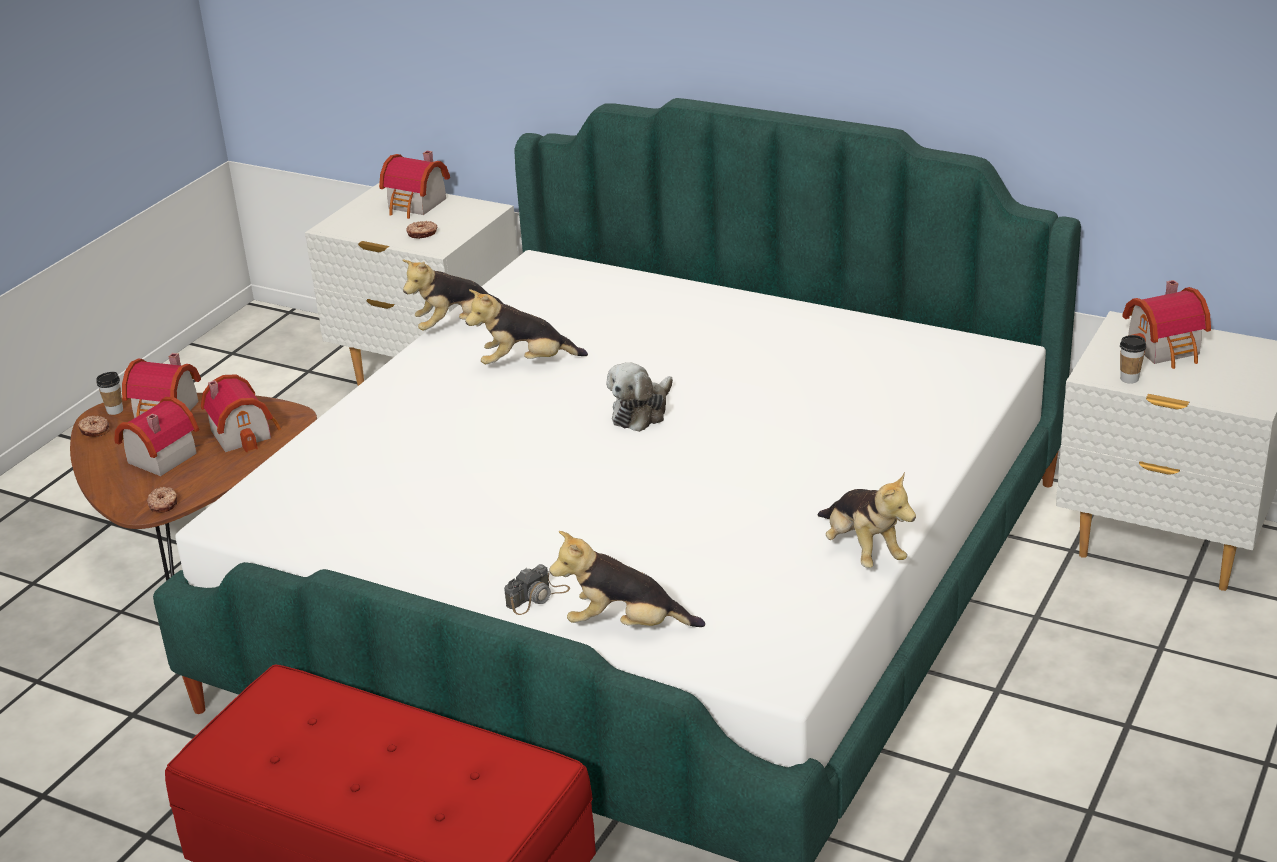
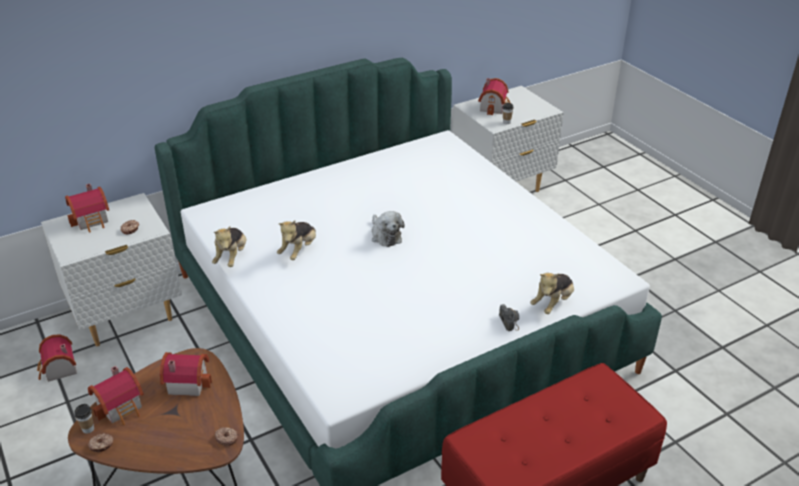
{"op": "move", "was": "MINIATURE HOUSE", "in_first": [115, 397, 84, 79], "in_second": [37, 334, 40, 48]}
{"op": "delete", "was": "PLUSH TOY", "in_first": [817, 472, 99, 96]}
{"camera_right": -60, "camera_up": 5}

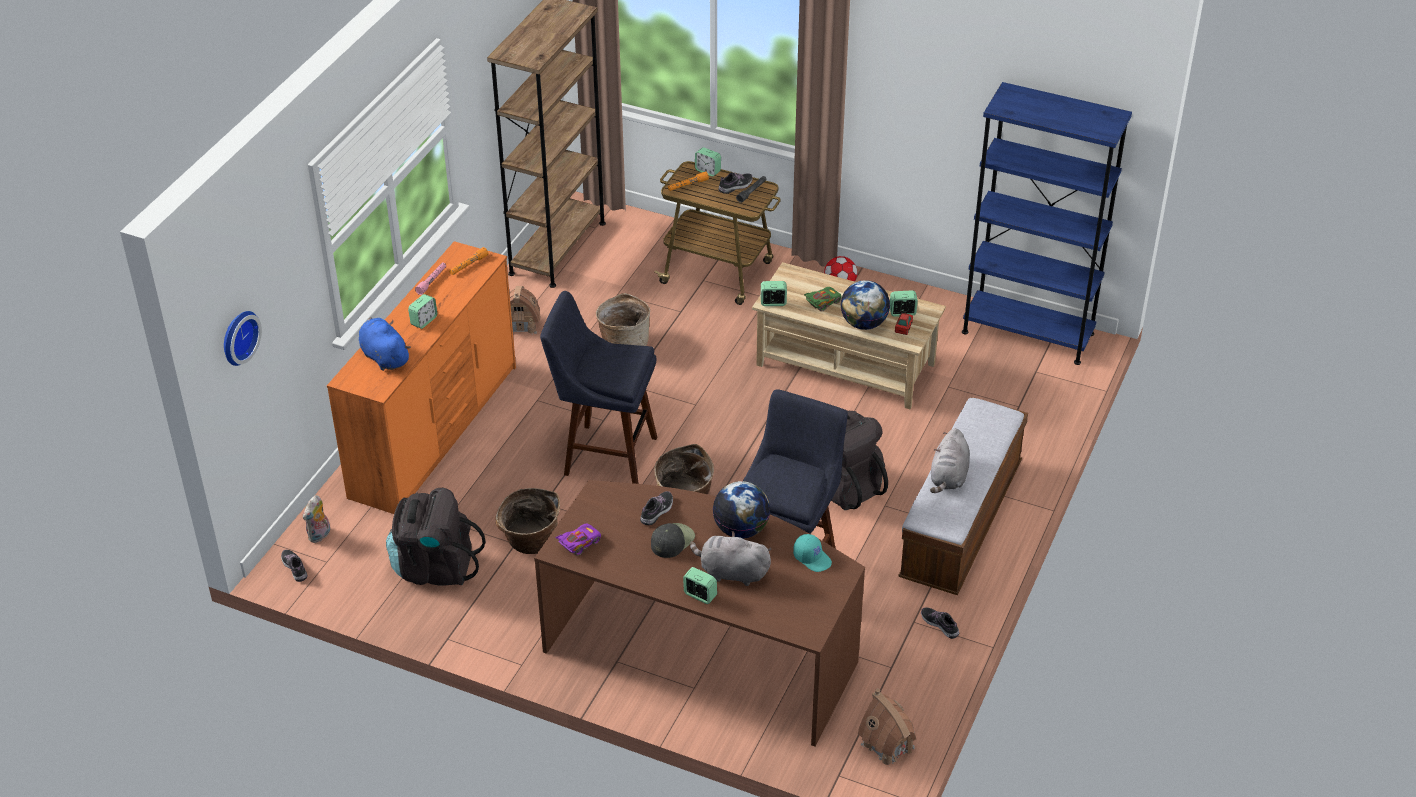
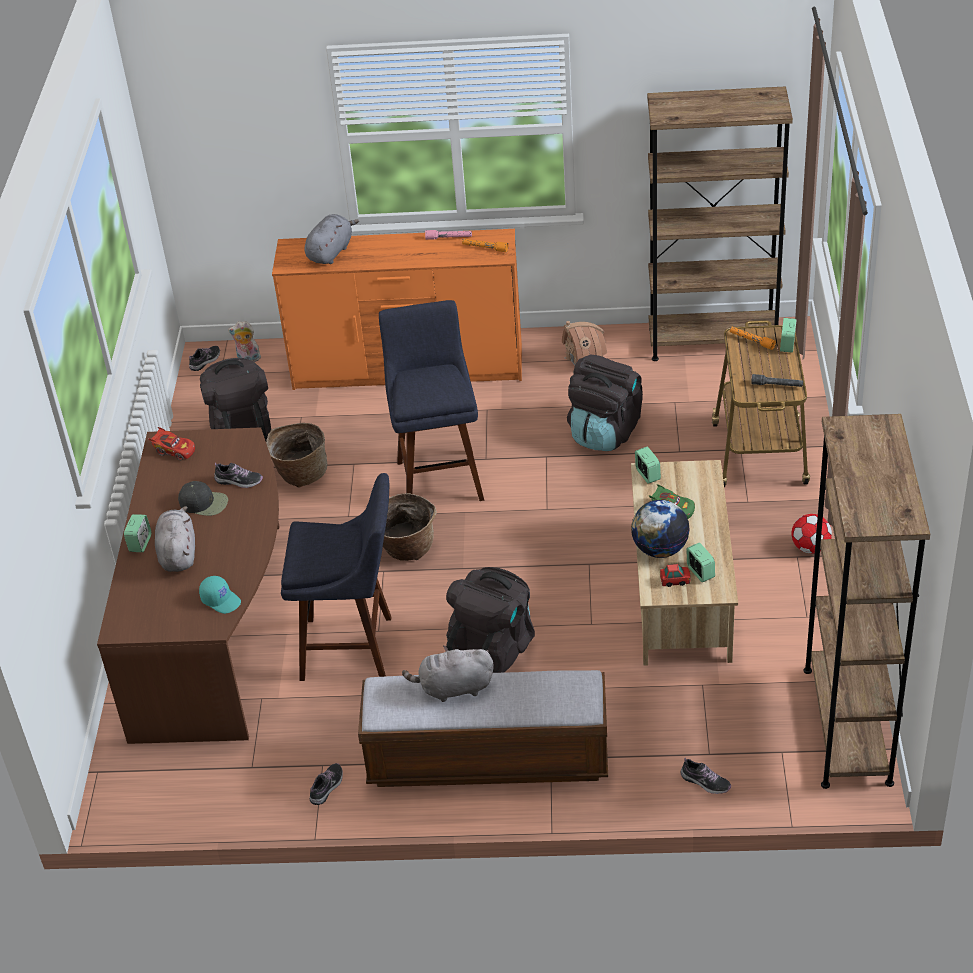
{"op": "recolor", "was": "PURPLE MODEL CAR", "now": "REDDISH MODEL CAR", "in_first": [555, 524, 46, 32], "in_second": [148, 427, 47, 33]}
{"op": "rotate", "was": "TURQUOISE-COLOURED BASEBALL CAP", "in_first": [793, 534, 39, 38], "in_second": [199, 576, 42, 38], "clockwise": -75}
{"op": "recolor", "was": "BLUE-COLOURED PLUSH TOY", "now": "GRAY PLUSH TOY", "in_first": [359, 317, 52, 54], "in_second": [304, 214, 55, 50]}
{"op": "replace", "was": "BASKET", "now": "BLACK-COLOURED RUCKSACK", "in_first": [596, 293, 54, 53], "in_second": [567, 355, 76, 96]}
{"op": "move", "was": "ITEM OF FOOTWEAR", "in_first": [718, 172, 35, 22], "in_second": [681, 757, 50, 37]}
{"op": "recolor", "was": "BLUE-COLOURED SHELVING UNIT", "now": "BROWN-COLOURED SHELVING UNIT", "in_first": [962, 82, 170, 283], "in_second": [803, 414, 127, 375]}
{"op": "delete", "was": "CLOCK ON THE WALL", "in_first": [224, 311, 38, 55]}
{"op": "delete", "was": "BEDSIDE CLOCK", "in_first": [408, 294, 29, 35]}
{"op": "delete", "was": "WORLD GLOBE", "in_first": [713, 481, 57, 58]}
{"op": "delete", "was": "MINIATURE HOUSE", "in_first": [858, 688, 58, 77]}
{"camera_right": 70, "camera_up": 0}

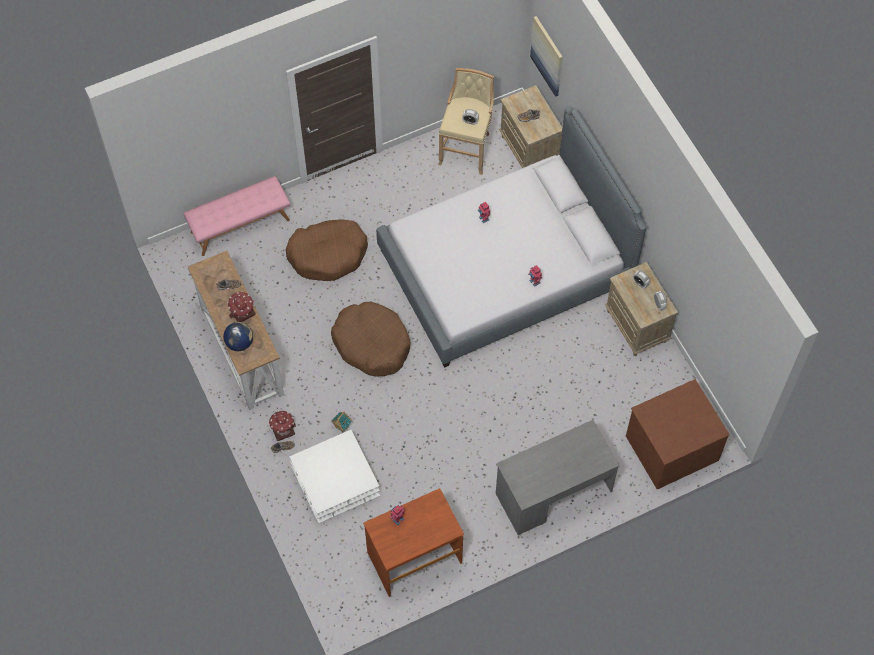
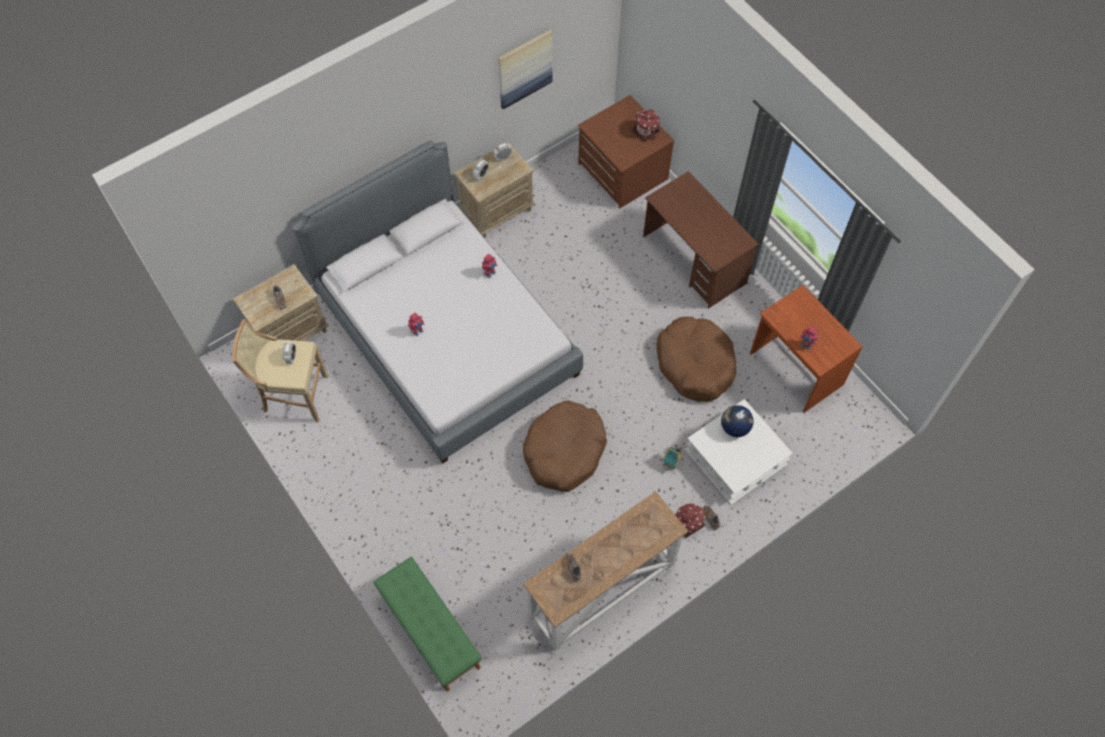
{"op": "recolor", "was": "PINKISH LONG SEAT", "now": "GREEN LONG SEAT", "in_first": [184, 176, 106, 80], "in_second": [373, 557, 109, 135]}
{"op": "move", "was": "WALL ART", "in_first": [530, 16, 32, 81], "in_second": [498, 30, 54, 79]}
{"op": "move", "was": "MINIATURE HOUSE", "in_first": [227, 291, 29, 31], "in_second": [631, 110, 29, 32]}
{"op": "recolor", "was": "GRAY DESK TABLE", "now": "BROWN-COLOURED DESK TABLE", "in_first": [496, 420, 124, 115], "in_second": [643, 171, 116, 137]}
{"op": "move", "was": "BROWN-COLOURED DOG CUSHION", "in_first": [285, 220, 83, 61], "in_second": [656, 317, 80, 85]}
{"op": "move", "was": "WORLD GLOBE", "in_first": [223, 322, 30, 29], "in_second": [721, 405, 33, 32]}
{"camera_right": -100, "camera_up": 0}

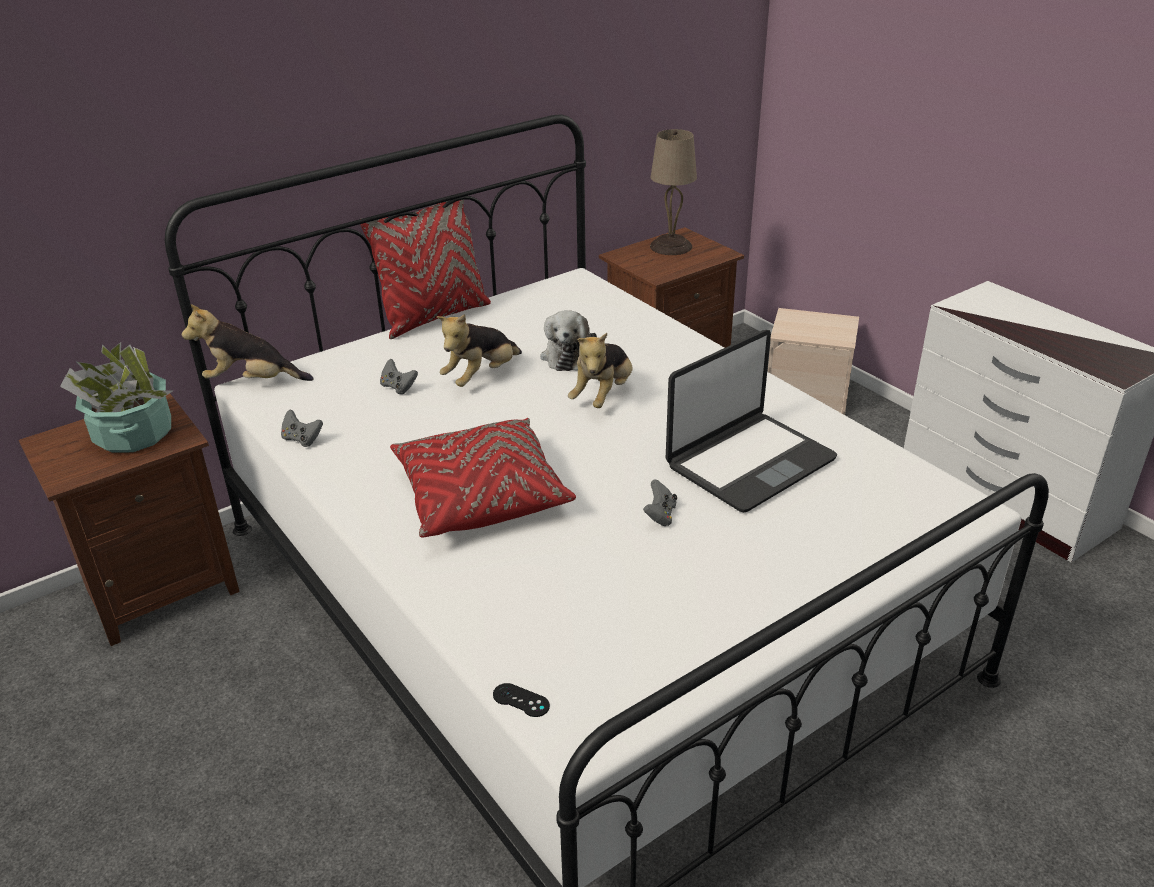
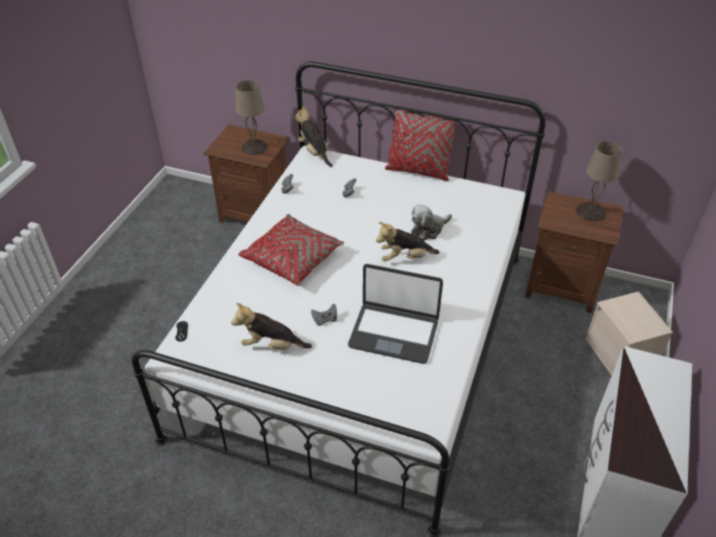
{"op": "move", "was": "PLUSH TOY", "in_first": [437, 314, 85, 73], "in_second": [231, 303, 81, 47]}
{"op": "replace", "was": "PLANT IN A POT", "now": "BEIGE TABLE LAMP", "in_first": [60, 342, 113, 111], "in_second": [236, 80, 32, 75]}
{"camera_right": 55, "camera_up": 10}

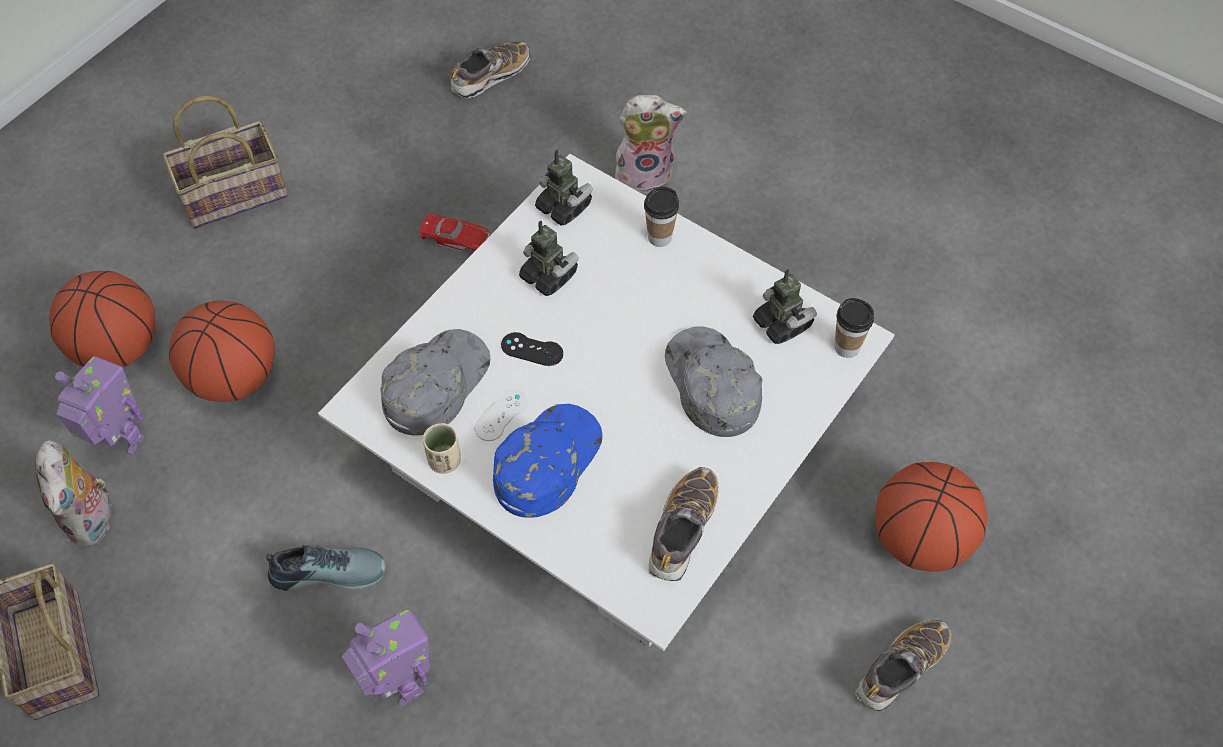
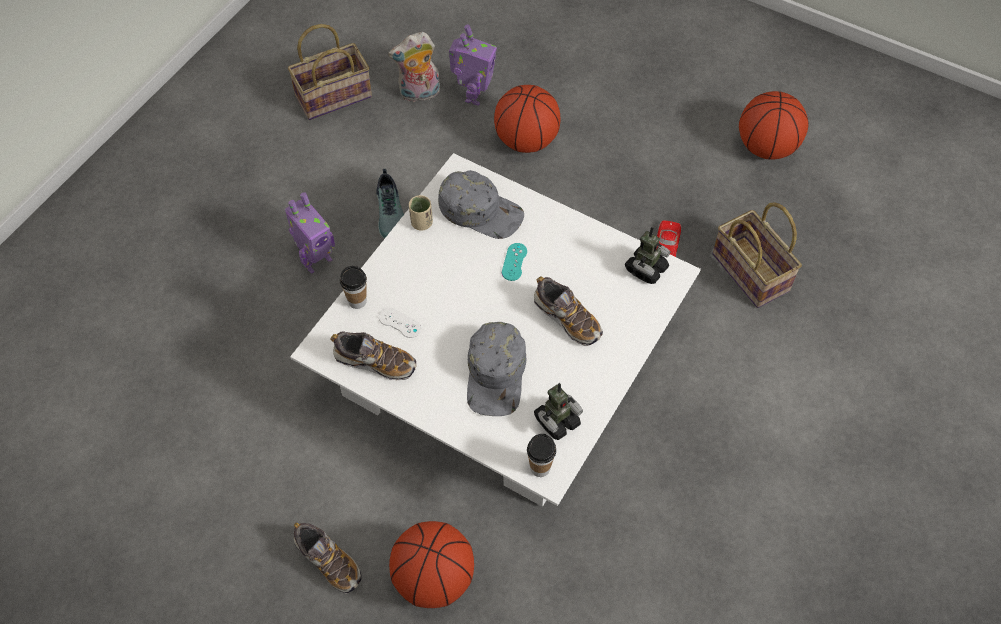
{"op": "move", "was": "SMALL CUP", "in_first": [644, 187, 35, 60], "in_second": [340, 266, 27, 43]}
{"op": "move", "was": "WHITISH GAMEPAD", "in_first": [475, 389, 53, 52], "in_second": [379, 308, 42, 30]}
{"op": "rotate", "was": "GRAY BASEBALL CAP", "in_first": [665, 326, 98, 111], "in_second": [467, 322, 59, 94], "clockwise": 120}
{"op": "recolor", "was": "BLACK-COLOURED GAMEPAD", "now": "TURQUOISE-COLOURED GAMEPAD", "in_first": [501, 332, 62, 34], "in_second": [502, 243, 25, 38]}
{"op": "move", "was": "ITEM OF FOOTWEAR", "in_first": [451, 41, 79, 58], "in_second": [534, 276, 69, 70]}
{"op": "move", "was": "BASKET", "in_first": [162, 95, 126, 134], "in_second": [712, 203, 90, 105]}
{"op": "move", "was": "BALL FOR BASKETBALL", "in_first": [49, 271, 106, 96], "in_second": [739, 91, 70, 69]}
{"op": "delete", "was": "BLUE-COLOURED BASEBALL CAP", "in_first": [493, 404, 110, 114]}
{"op": "delete", "was": "ROBOT FIGURE", "in_first": [519, 220, 60, 76]}
{"op": "delete", "was": "PLUSH TOY", "in_first": [615, 95, 72, 98]}
{"camera_right": 85, "camera_up": 0}

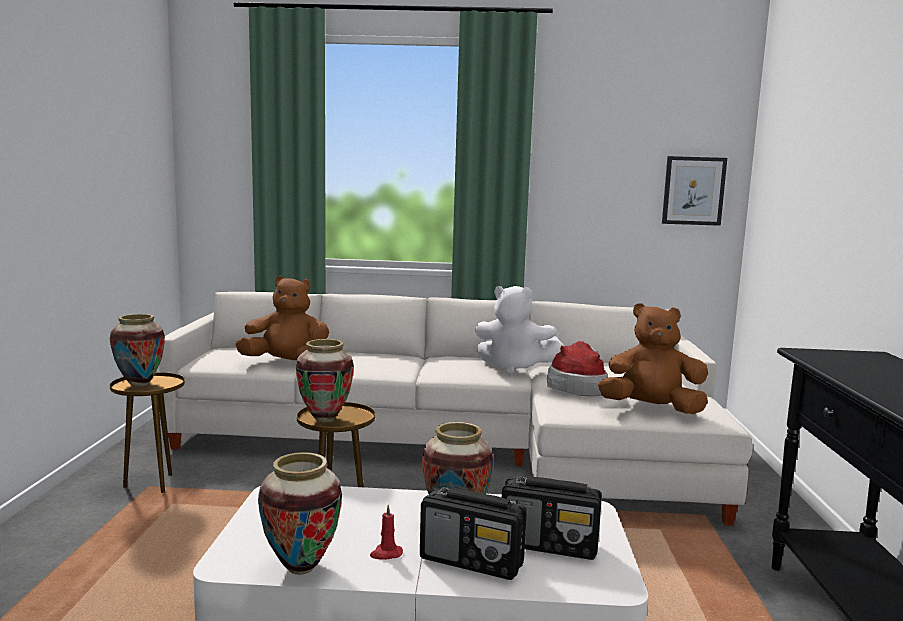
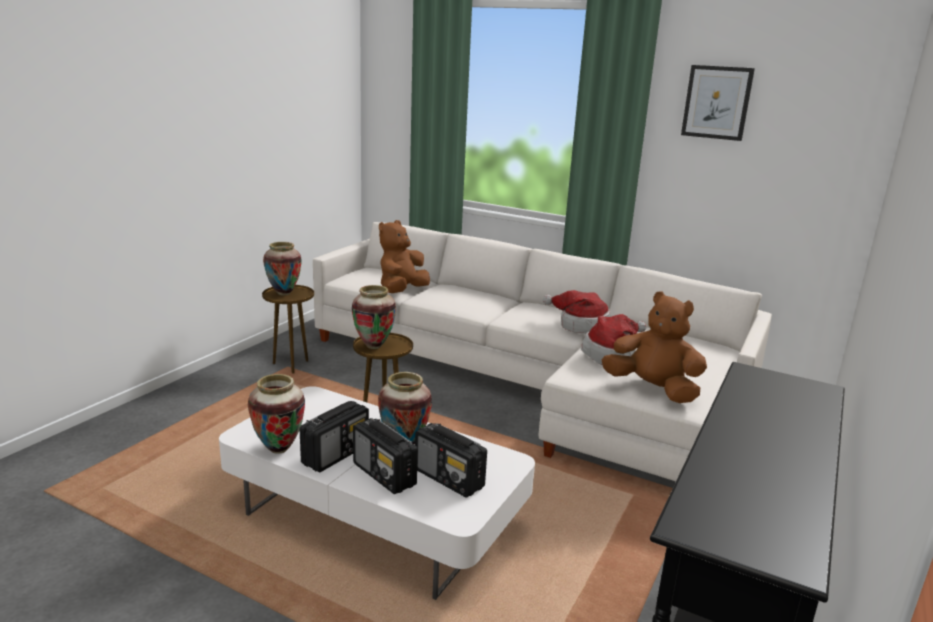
{"op": "replace", "was": "REDDISH WAX CANDLE", "now": "RADIO RECEIVER", "in_first": [370, 505, 33, 55], "in_second": [300, 401, 69, 71]}
{"op": "rotate", "was": "BROWN-COLOURED PLUSH TOY", "in_first": [235, 276, 94, 84], "in_second": [379, 220, 51, 73], "clockwise": -90}
{"op": "replace", "was": "WHITISH PLUSH TOY", "now": "WEARABLE HAT", "in_first": [475, 286, 89, 88], "in_second": [543, 290, 68, 44]}
{"op": "move", "was": "WALL ART", "in_first": [662, 156, 65, 70], "in_second": [681, 65, 74, 76]}
{"camera_right": 25, "camera_up": 10}

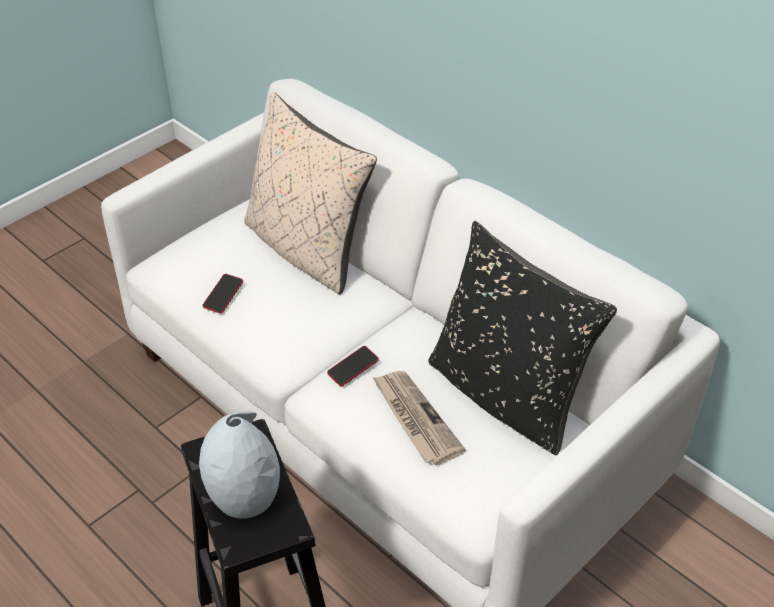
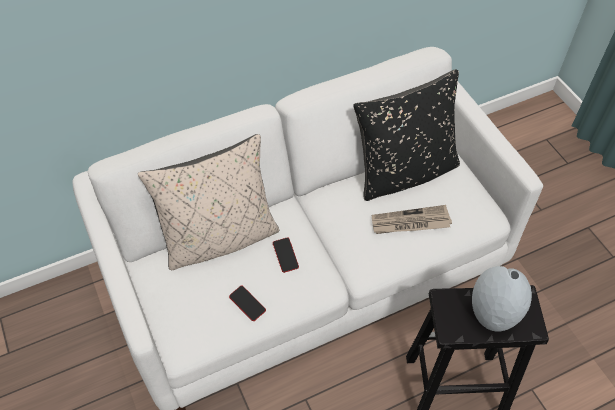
{"op": "move", "was": "PHONE", "in_first": [327, 346, 52, 40], "in_second": [273, 237, 26, 36]}
{"camera_right": -70, "camera_up": 10}

